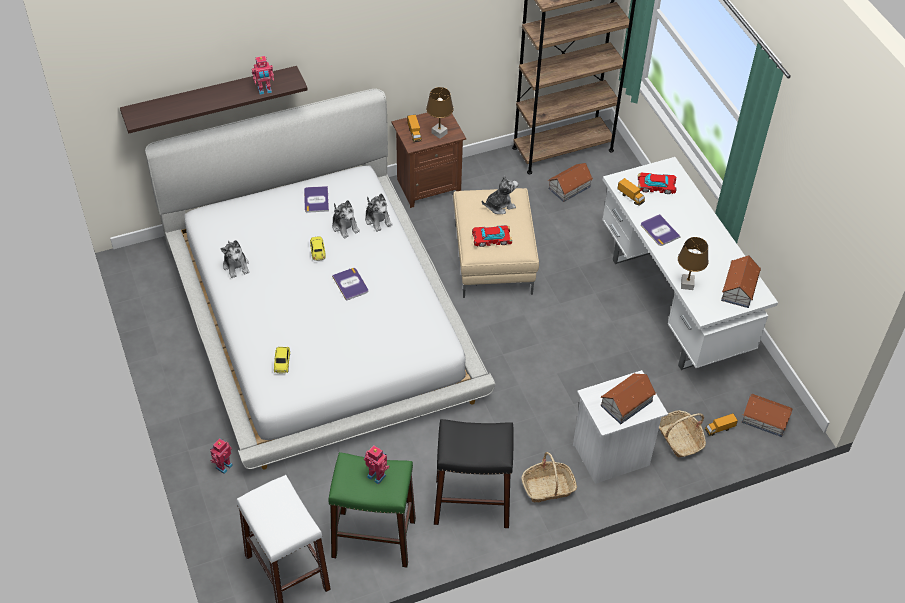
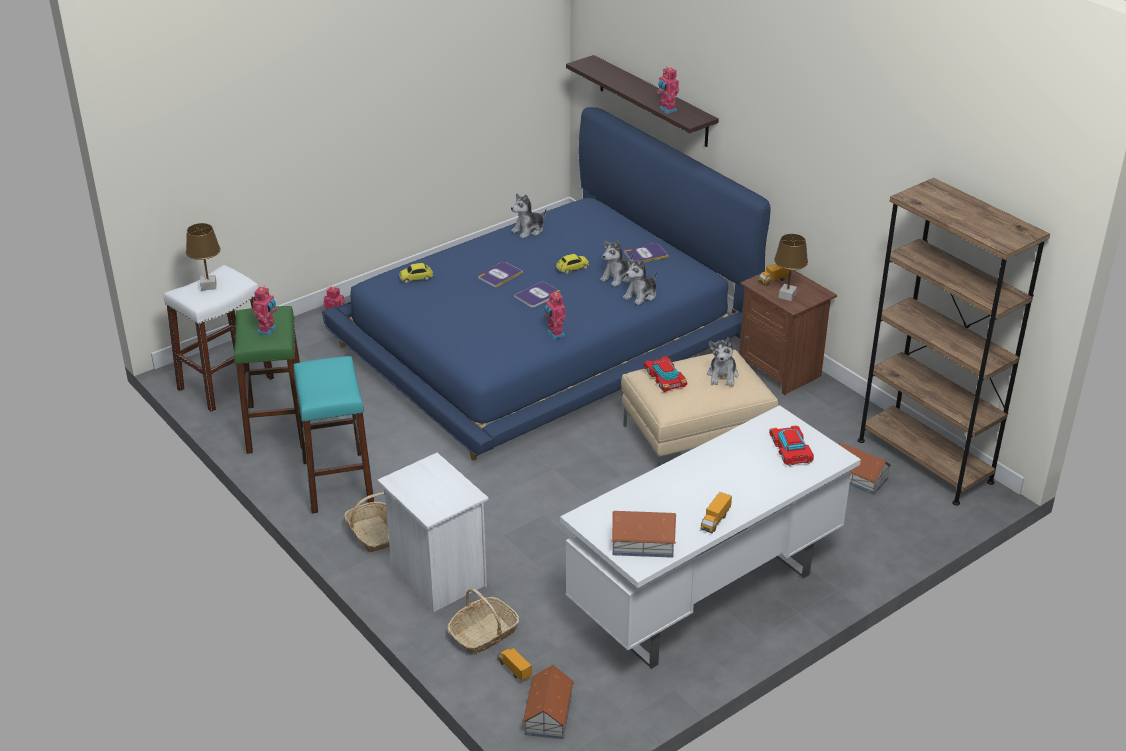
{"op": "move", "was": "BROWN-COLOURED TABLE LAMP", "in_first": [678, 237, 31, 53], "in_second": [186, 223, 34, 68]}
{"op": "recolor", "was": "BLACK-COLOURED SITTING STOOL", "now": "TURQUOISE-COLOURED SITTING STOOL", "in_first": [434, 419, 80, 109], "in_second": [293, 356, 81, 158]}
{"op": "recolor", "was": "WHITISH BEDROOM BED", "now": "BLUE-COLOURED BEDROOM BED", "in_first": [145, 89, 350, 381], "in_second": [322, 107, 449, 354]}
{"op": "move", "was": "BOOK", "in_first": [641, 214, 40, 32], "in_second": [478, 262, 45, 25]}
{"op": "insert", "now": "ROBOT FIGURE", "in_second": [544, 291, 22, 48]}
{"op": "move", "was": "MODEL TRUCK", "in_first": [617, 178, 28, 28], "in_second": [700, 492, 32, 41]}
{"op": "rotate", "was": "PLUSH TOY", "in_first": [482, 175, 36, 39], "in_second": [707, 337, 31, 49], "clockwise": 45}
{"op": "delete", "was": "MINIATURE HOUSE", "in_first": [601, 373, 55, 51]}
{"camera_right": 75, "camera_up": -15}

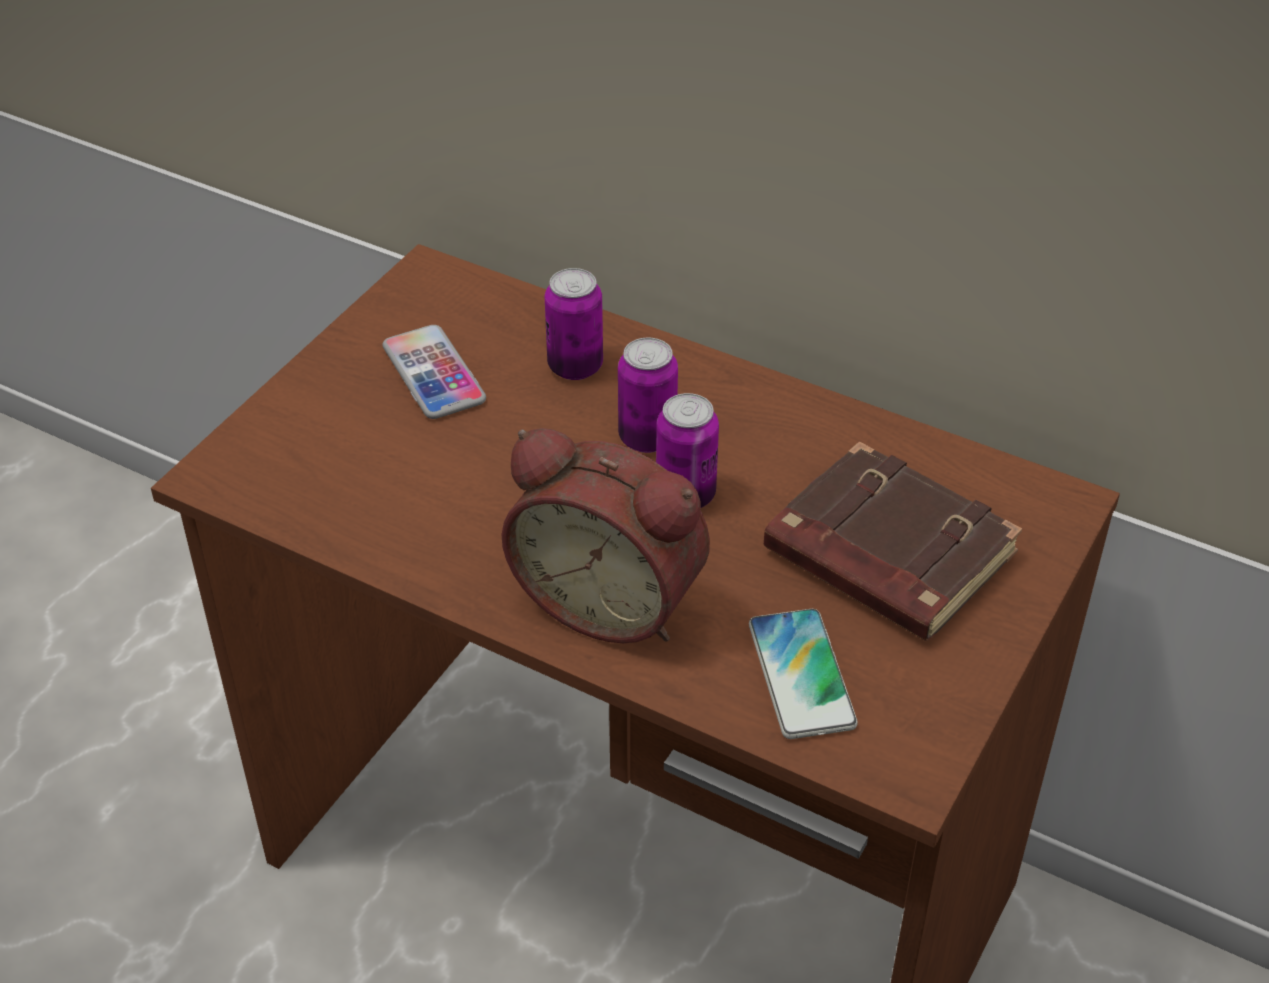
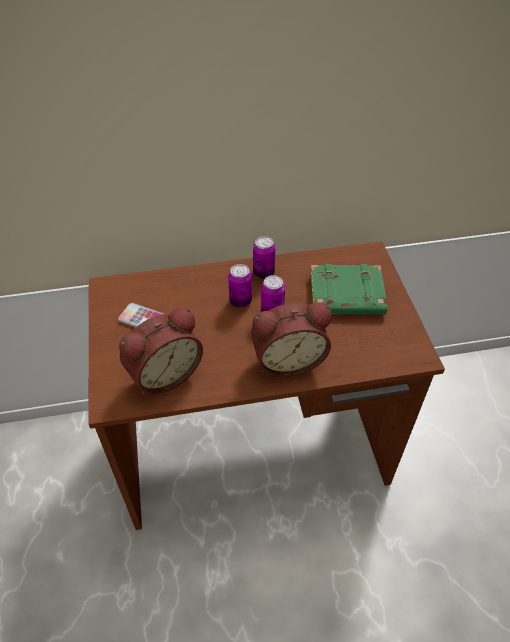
{"op": "insert", "now": "BEDSIDE CLOCK", "in_second": [119, 308, 84, 86]}
{"op": "move", "was": "CAN", "in_first": [545, 268, 58, 112], "in_second": [253, 236, 22, 43]}
{"op": "recolor", "was": "BROWN-COLOURED BOOK", "now": "GREEN BOOK", "in_first": [764, 441, 258, 200], "in_second": [310, 264, 78, 51]}
{"op": "delete", "was": "PHONE", "in_first": [749, 609, 109, 130]}
{"camera_right": -40, "camera_up": 5}

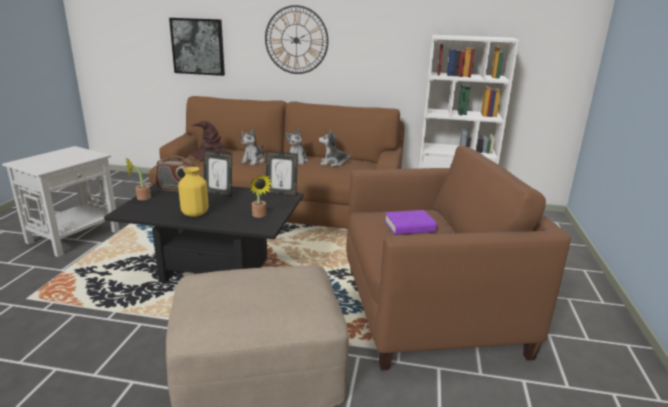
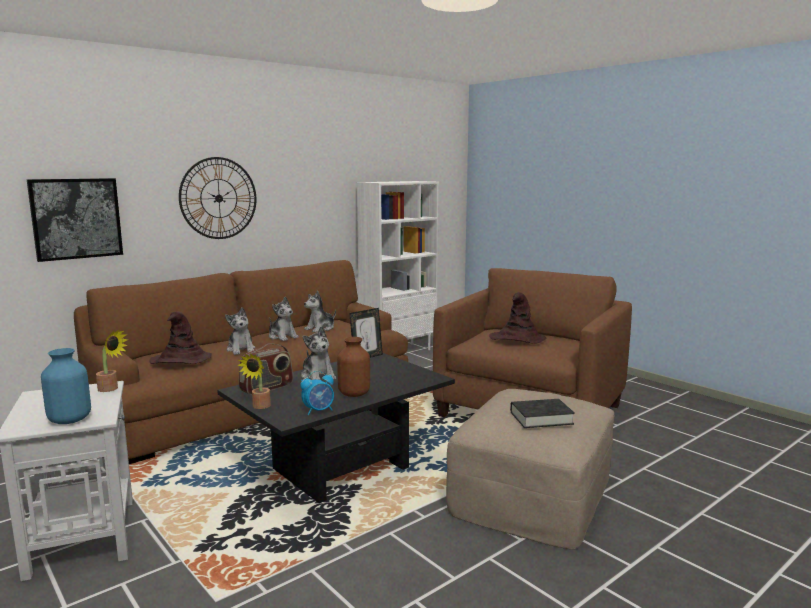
{"op": "insert", "now": "BLUE-COLOURED FLOWER VASE", "in_second": [41, 348, 50, 76]}
{"op": "move", "was": "PLANT IN A POT", "in_first": [249, 174, 23, 44], "in_second": [96, 329, 32, 63]}
{"op": "insert", "now": "BEDSIDE CLOCK", "in_second": [300, 371, 34, 44]}
{"op": "replace", "was": "STANDING FRAME", "now": "PLUSH TOY", "in_first": [204, 150, 28, 47], "in_second": [301, 326, 35, 54]}
{"op": "recolor", "was": "YELLOW-COLOURED FLOWER VASE", "now": "BROWN-COLOURED FLOWER VASE", "in_first": [178, 167, 30, 50], "in_second": [337, 337, 33, 60]}
{"op": "replace", "was": "PURPLE BOOK", "now": "BROWN-COLOURED WEARABLE HAT", "in_first": [384, 210, 53, 25], "in_second": [489, 292, 57, 52]}
{"op": "insert", "now": "BLACK-COLOURED BOOK", "in_second": [510, 399, 65, 29]}
{"camera_right": -50, "camera_up": -10}

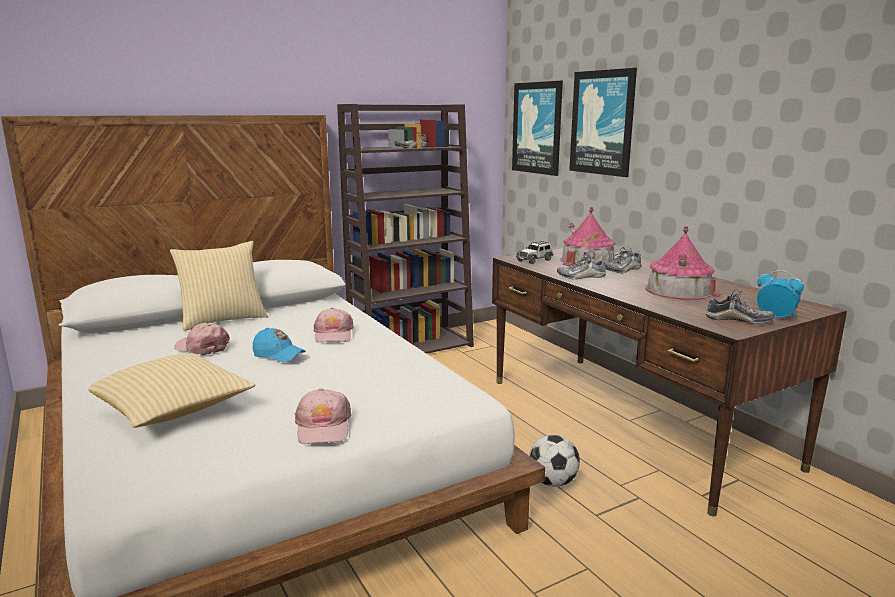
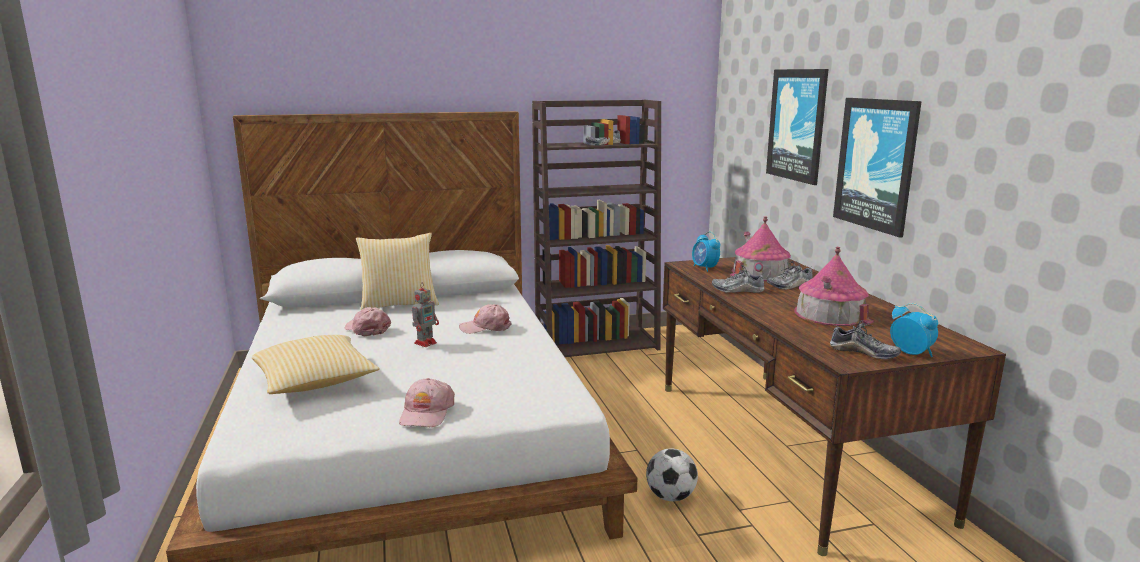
{"op": "replace", "was": "BLUE-COLOURED BASEBALL CAP", "now": "ROBOT FIGURE", "in_first": [253, 328, 52, 34], "in_second": [412, 284, 27, 63]}
{"op": "rotate", "was": "PINKISH BASEBALL CAP", "in_first": [313, 308, 41, 35], "in_second": [459, 304, 53, 30], "clockwise": 75}
{"op": "replace", "was": "MODEL CAR", "now": "BEDSIDE CLOCK", "in_first": [516, 241, 37, 23], "in_second": [692, 231, 28, 41]}
{"op": "move", "was": "WALL ART", "in_first": [512, 81, 51, 95], "in_second": [833, 98, 89, 140]}
{"camera_right": 15, "camera_up": 0}

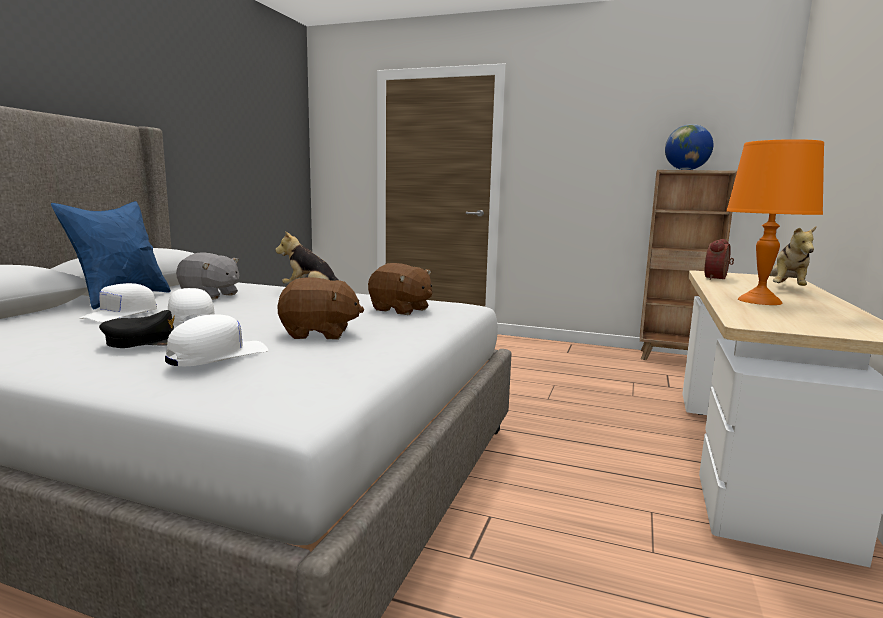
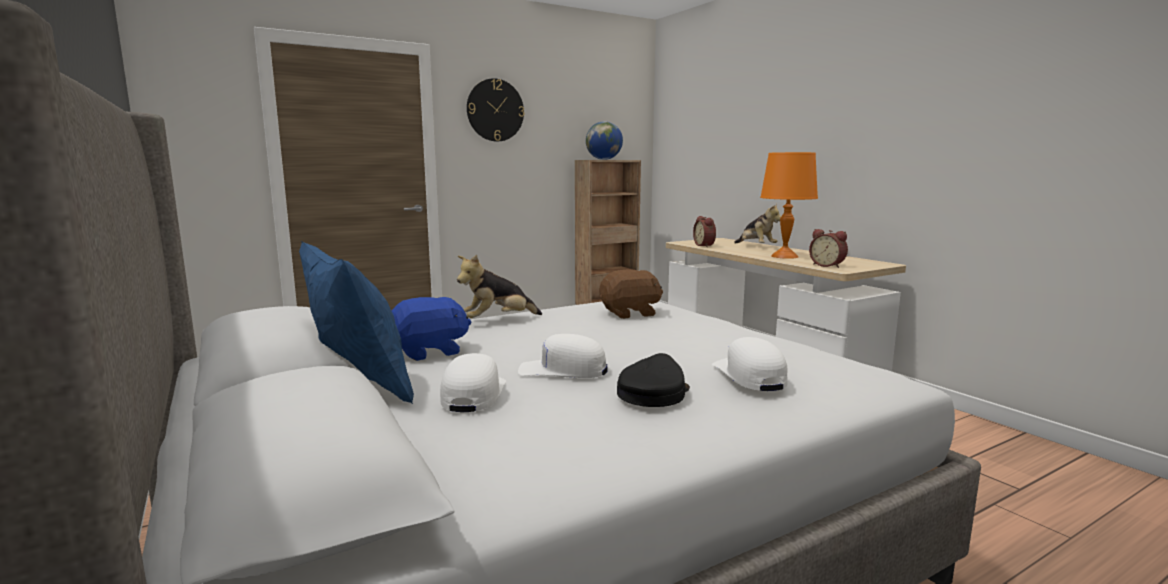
{"op": "recolor", "was": "GRAY PLUSH TOY", "now": "BLUE-COLOURED PLUSH TOY", "in_first": [176, 253, 63, 47], "in_second": [392, 297, 79, 64]}
{"op": "rotate", "was": "WHITISH BASEBALL CAP", "in_first": [79, 283, 78, 39], "in_second": [440, 353, 66, 59], "clockwise": -150}
{"op": "insert", "now": "CLOCK ON THE WALL", "in_second": [467, 78, 57, 64]}
{"op": "insert", "now": "BEDSIDE CLOCK", "in_second": [809, 229, 39, 39]}
{"op": "delete", "was": "BROWN-COLOURED PLUSH TOY", "in_first": [277, 277, 87, 62]}
{"camera_right": -50, "camera_up": 0}

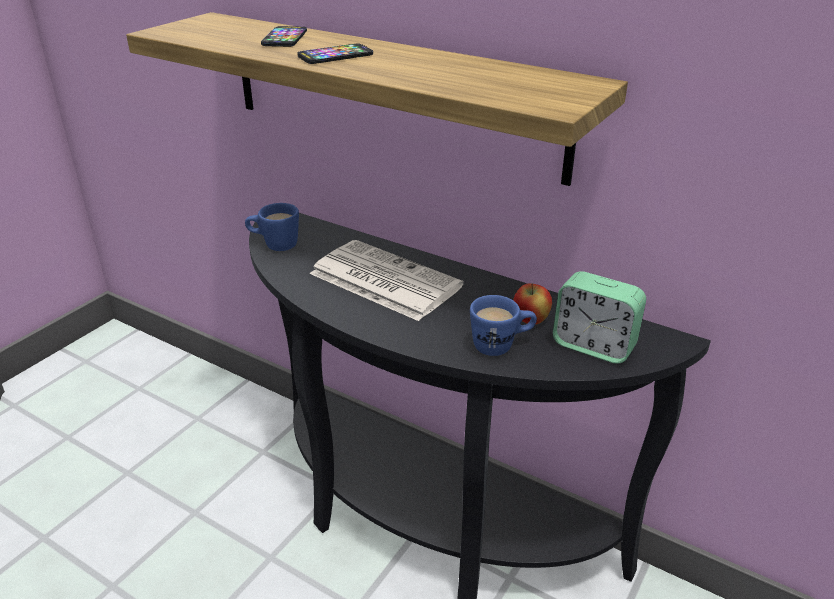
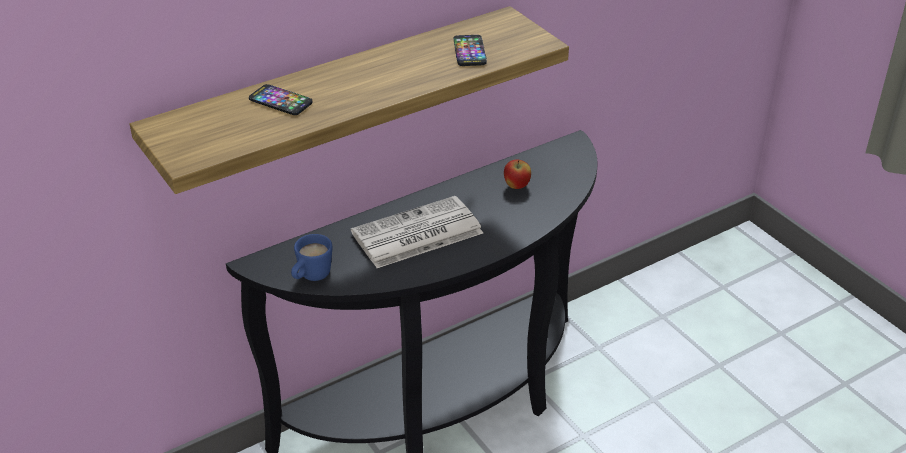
{"op": "move", "was": "PHONE", "in_first": [297, 44, 76, 20], "in_second": [454, 35, 33, 31]}
{"op": "delete", "was": "BLUE-COLOURED MUG", "in_first": [470, 295, 67, 61]}
{"op": "delete", "was": "BEDSIDE CLOCK", "in_first": [553, 271, 93, 93]}
{"camera_right": -65, "camera_up": 5}

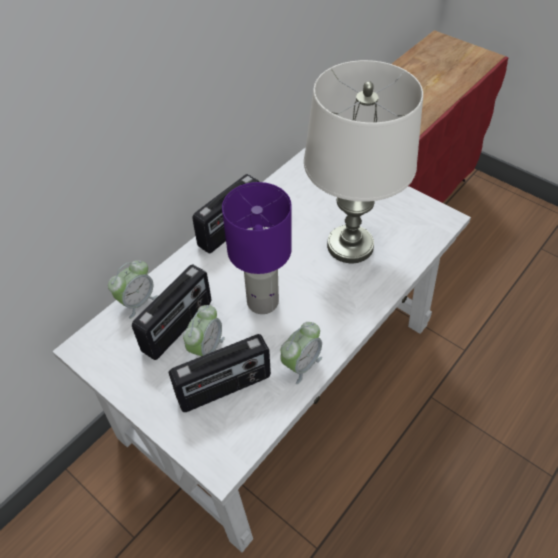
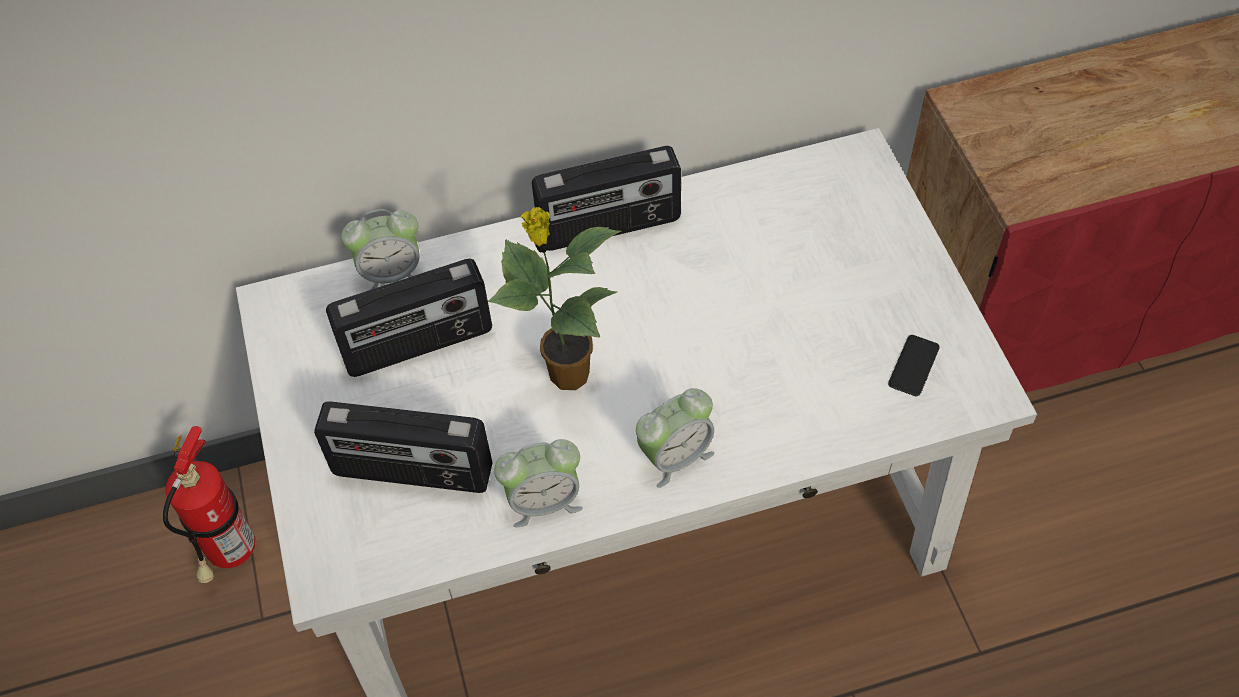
{"op": "insert", "now": "FIRE-FIGHTING CYLINDER", "in_second": [163, 426, 92, 157]}
{"op": "replace", "was": "PURPLE TABLE LAMP", "now": "PLANT IN A POT", "in_first": [222, 182, 70, 132], "in_second": [488, 207, 133, 183]}
{"op": "move", "was": "BEDSIDE CLOCK", "in_first": [183, 305, 42, 51], "in_second": [636, 388, 78, 100]}
{"op": "insert", "now": "PHONE", "in_second": [888, 335, 52, 61]}
{"op": "delete", "was": "WHITISH TABLE LAMP", "in_first": [304, 60, 119, 203]}
{"camera_right": 35, "camera_up": 5}

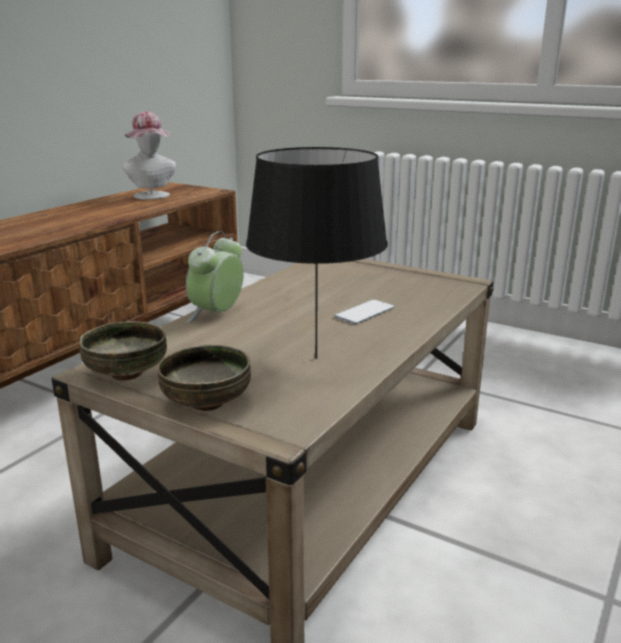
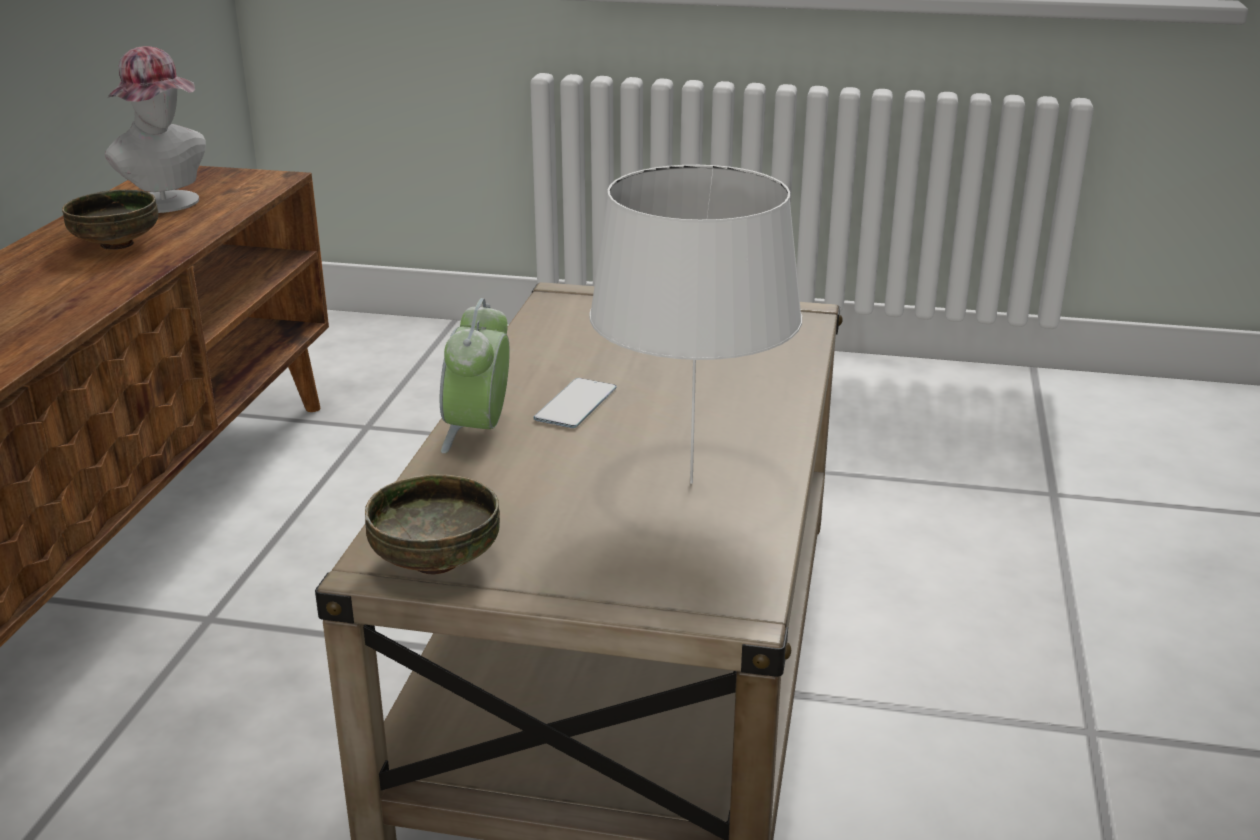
{"op": "move", "was": "BOWL", "in_first": [157, 345, 94, 66], "in_second": [62, 190, 97, 60]}
{"op": "move", "was": "PHONE", "in_first": [334, 299, 61, 25], "in_second": [533, 378, 83, 50]}
{"op": "recolor", "was": "BLACK-COLOURED TABLE LAMP", "now": "WHITISH TABLE LAMP", "in_first": [246, 147, 142, 212], "in_second": [589, 165, 213, 319]}
{"camera_right": -20, "camera_up": 5}

